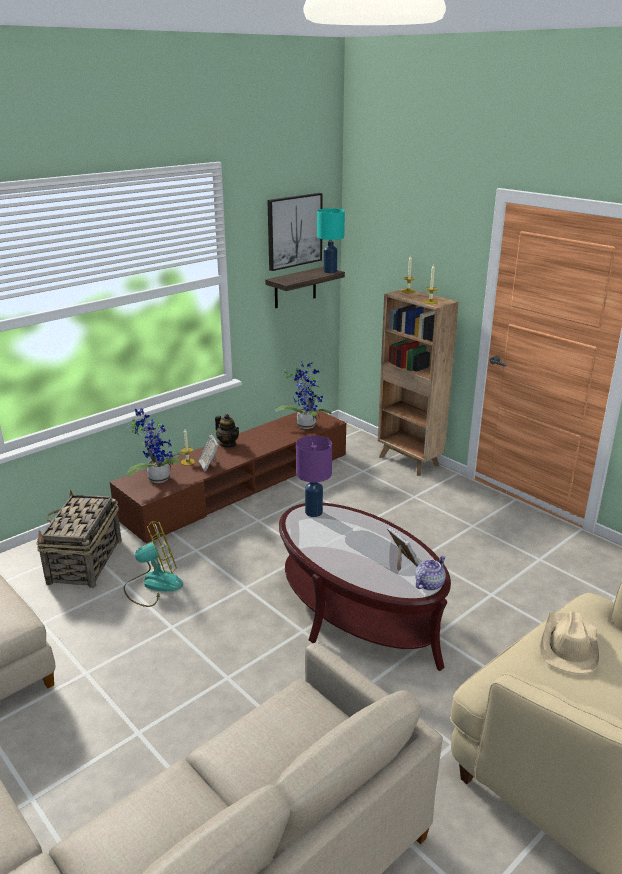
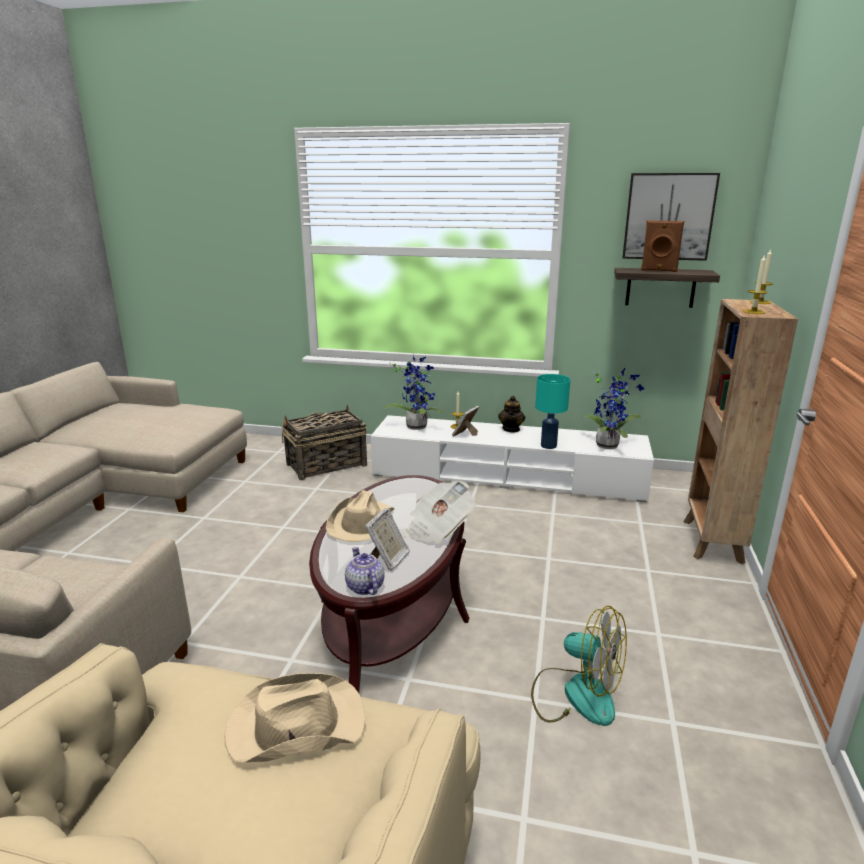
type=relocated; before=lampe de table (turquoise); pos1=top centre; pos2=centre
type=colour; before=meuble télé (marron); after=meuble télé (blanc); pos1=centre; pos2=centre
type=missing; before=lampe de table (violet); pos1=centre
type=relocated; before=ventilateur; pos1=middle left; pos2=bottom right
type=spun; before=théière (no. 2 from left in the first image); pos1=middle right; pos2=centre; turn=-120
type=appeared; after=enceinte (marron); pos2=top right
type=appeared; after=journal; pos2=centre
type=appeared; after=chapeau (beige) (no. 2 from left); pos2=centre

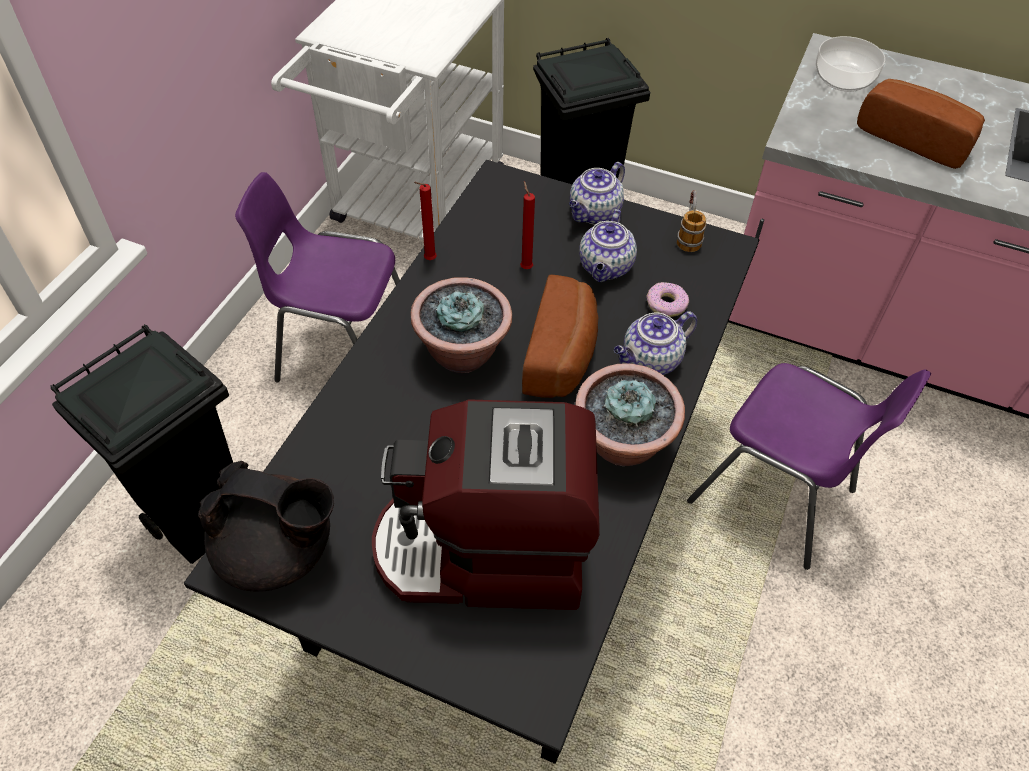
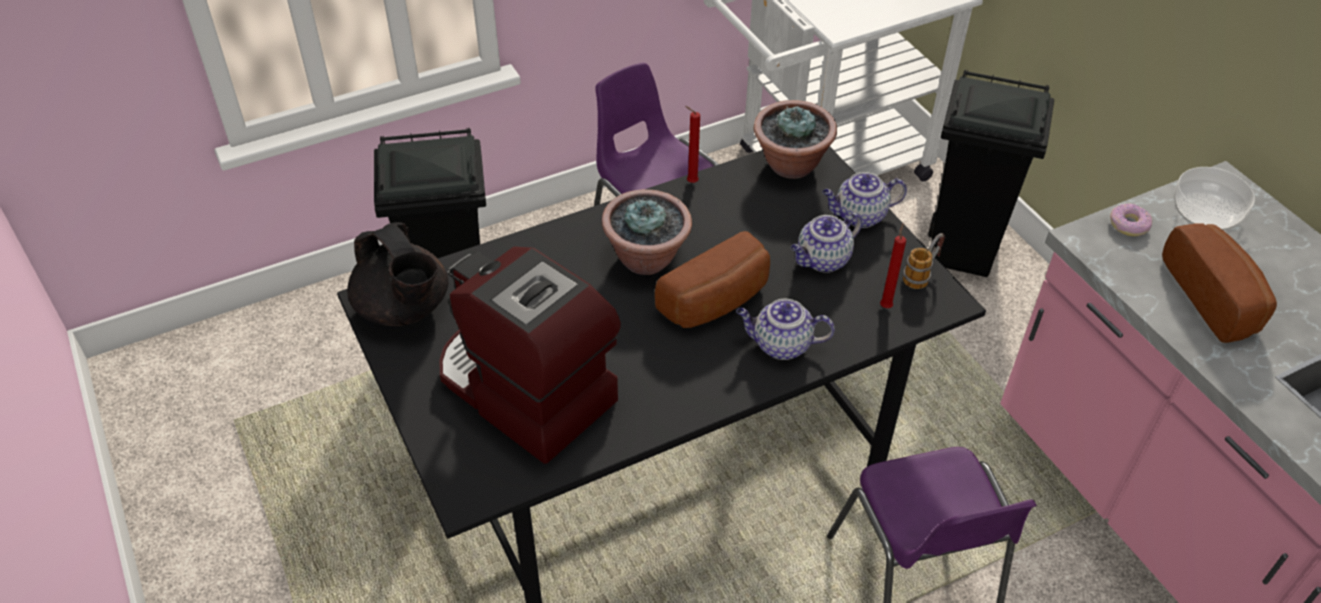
type=relocated; before=bougie (rouge) (no. 2 from left); pos1=top centre; pos2=middle right
type=relocated; before=beignet; pos1=centre; pos2=middle right
type=relocated; before=plante en pot (no. 2 from left); pos1=centre; pos2=top centre

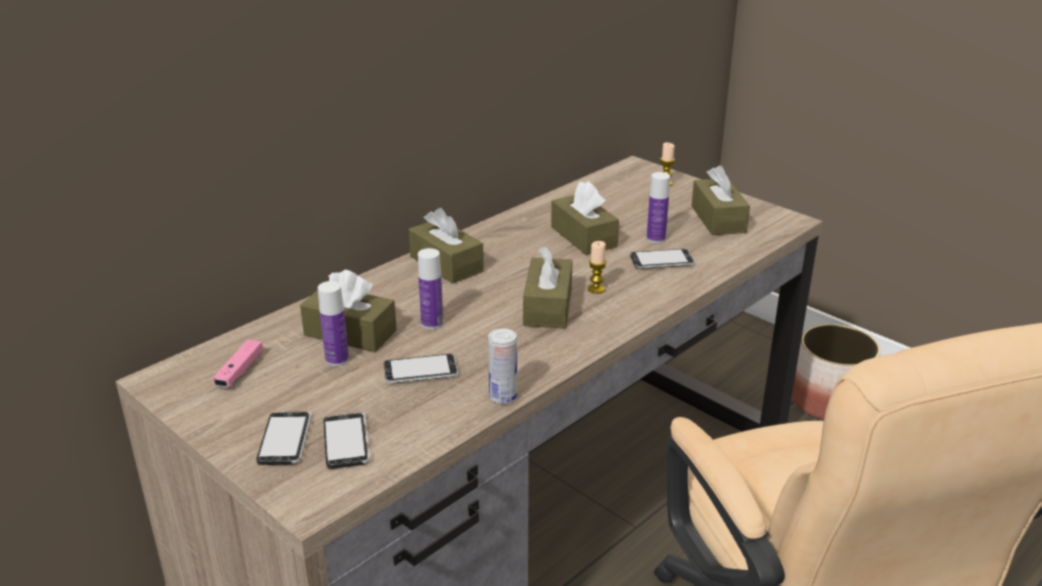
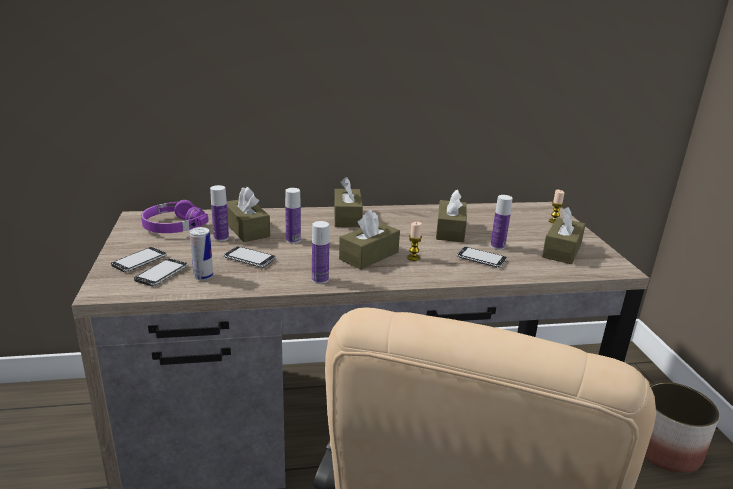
type=relocated; before=boîte métallique; pos1=centre; pos2=middle left
type=exchanged; before=manette (rose); after=casque audio (violet); pos1=middle left; pos2=middle left
type=appeared; after=bouteille (no. 3 from left); pos2=centre

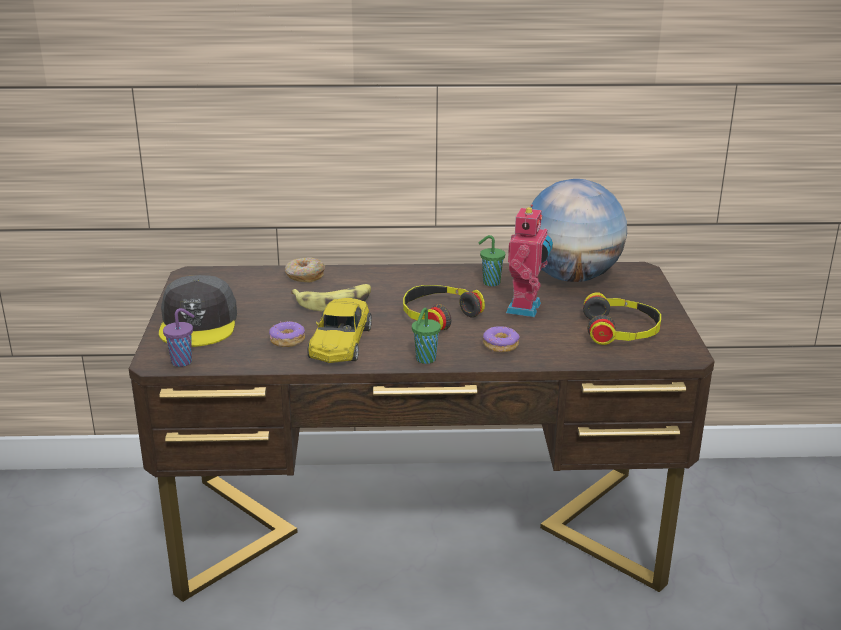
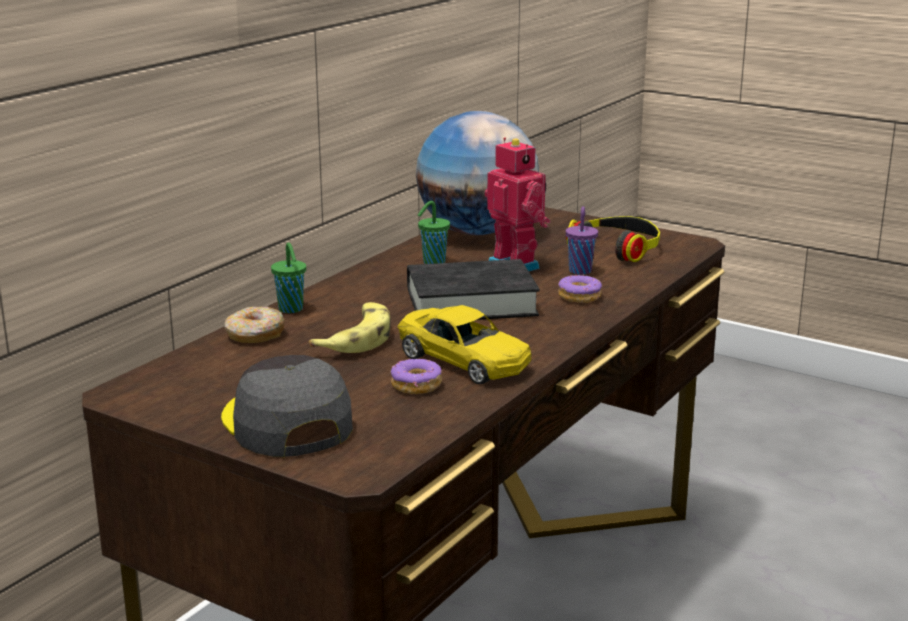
type=spun; before=casquette (gris); pos1=middle left; pos2=middle left; turn=-150
type=exchanged; before=casque audio (no. 1 from left); after=livre (noir); pos1=centre; pos2=centre
type=relocated; before=tasse (violet); pos1=middle left; pos2=centre
type=relocated; before=tasse (vert) (no. 1 from left); pos1=centre; pos2=middle left

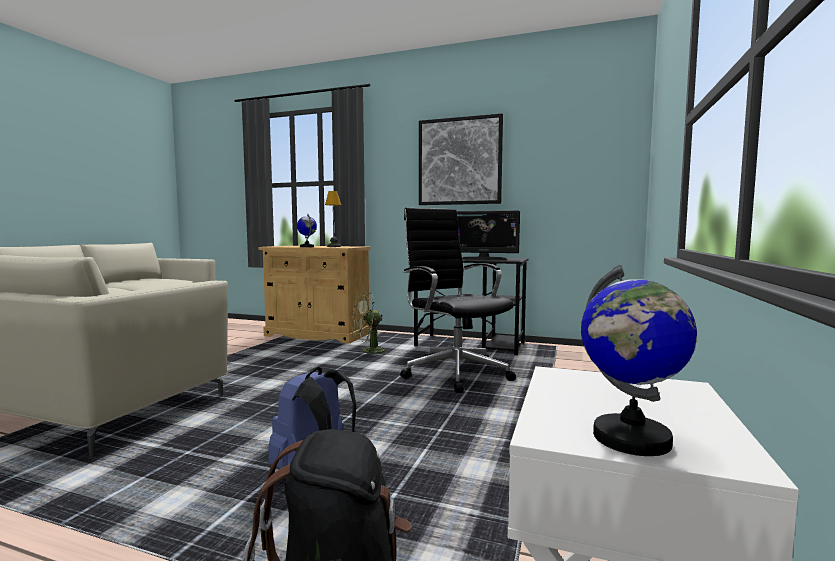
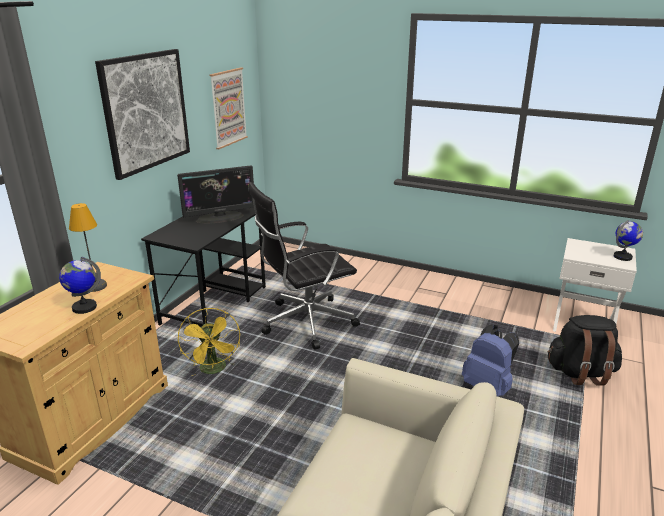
type=spun; before=écran d'ordinateur; pos1=centre; pos2=middle left; turn=45
type=colour; before=ventilateur (vert); after=ventilateur (jaune); pos1=centre; pos2=middle left
type=appeared; after=tableau (no. 2 from left); pos2=top centre

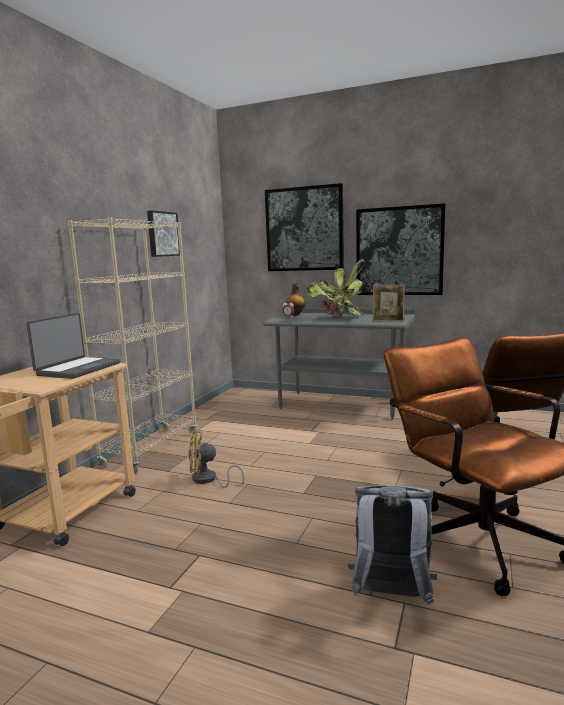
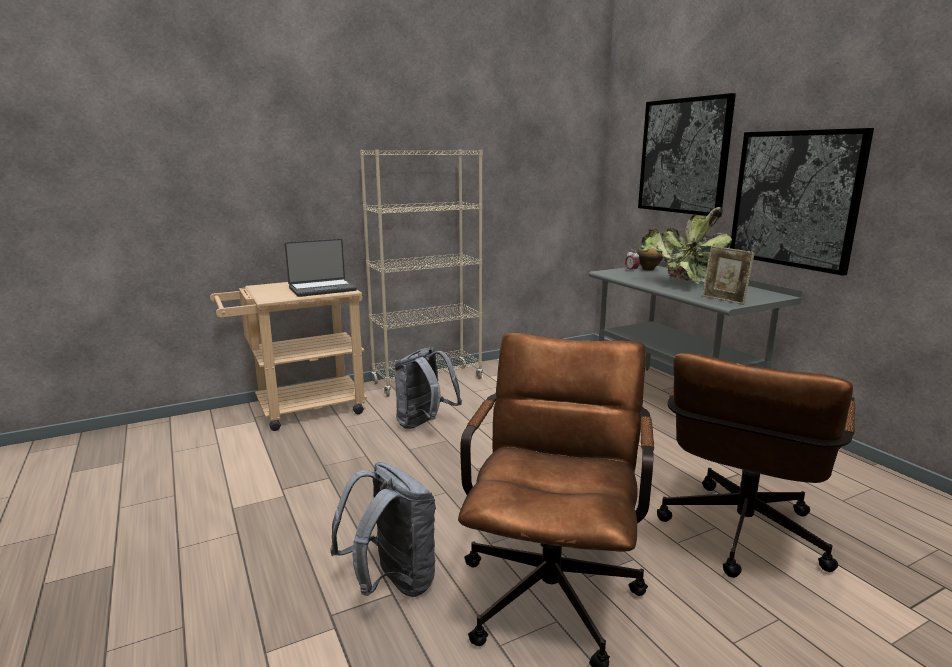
type=missing; before=tableau (no. 1 from left); pos1=top left
type=exchanged; before=ventilateur (jaune); after=sac à dos (gris) (no. 2 from left); pos1=centre; pos2=centre

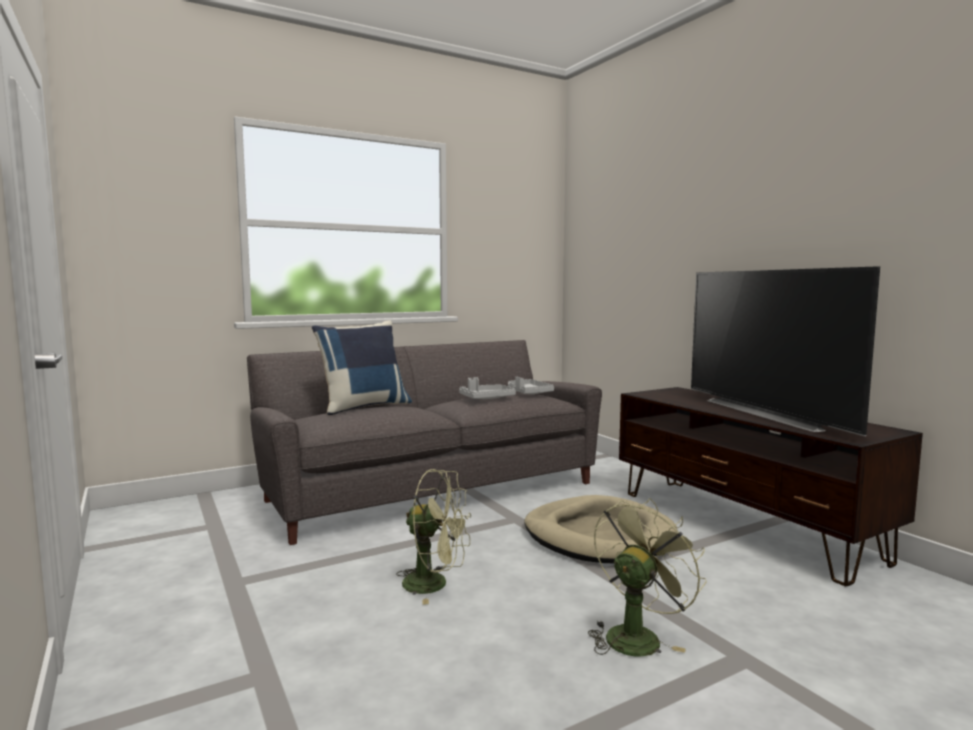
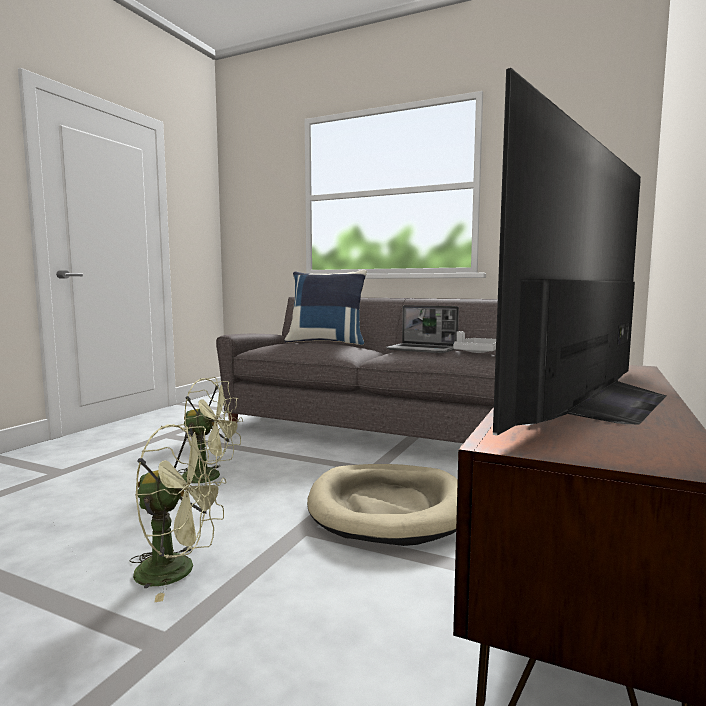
type=exchanged; before=plateau (gris) (no. 1 from left); after=ordinateur portable; pos1=centre; pos2=centre
type=spun; before=ventilateur (vert) (no. 1 from left in the first image); pos1=bottom centre; pos2=middle left; turn=-60

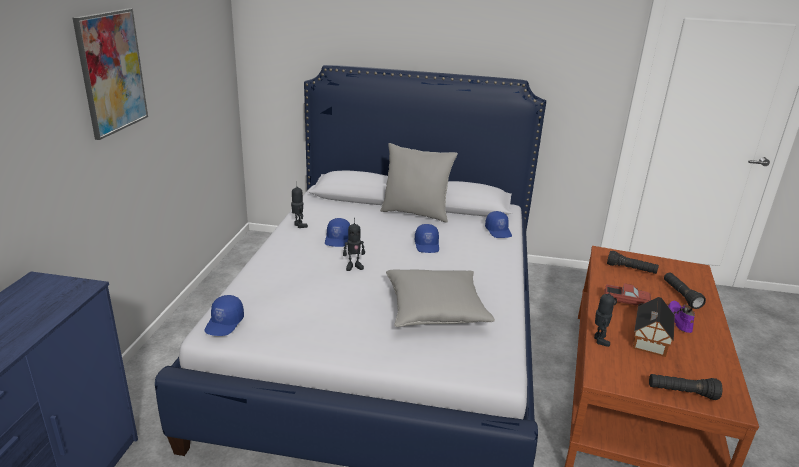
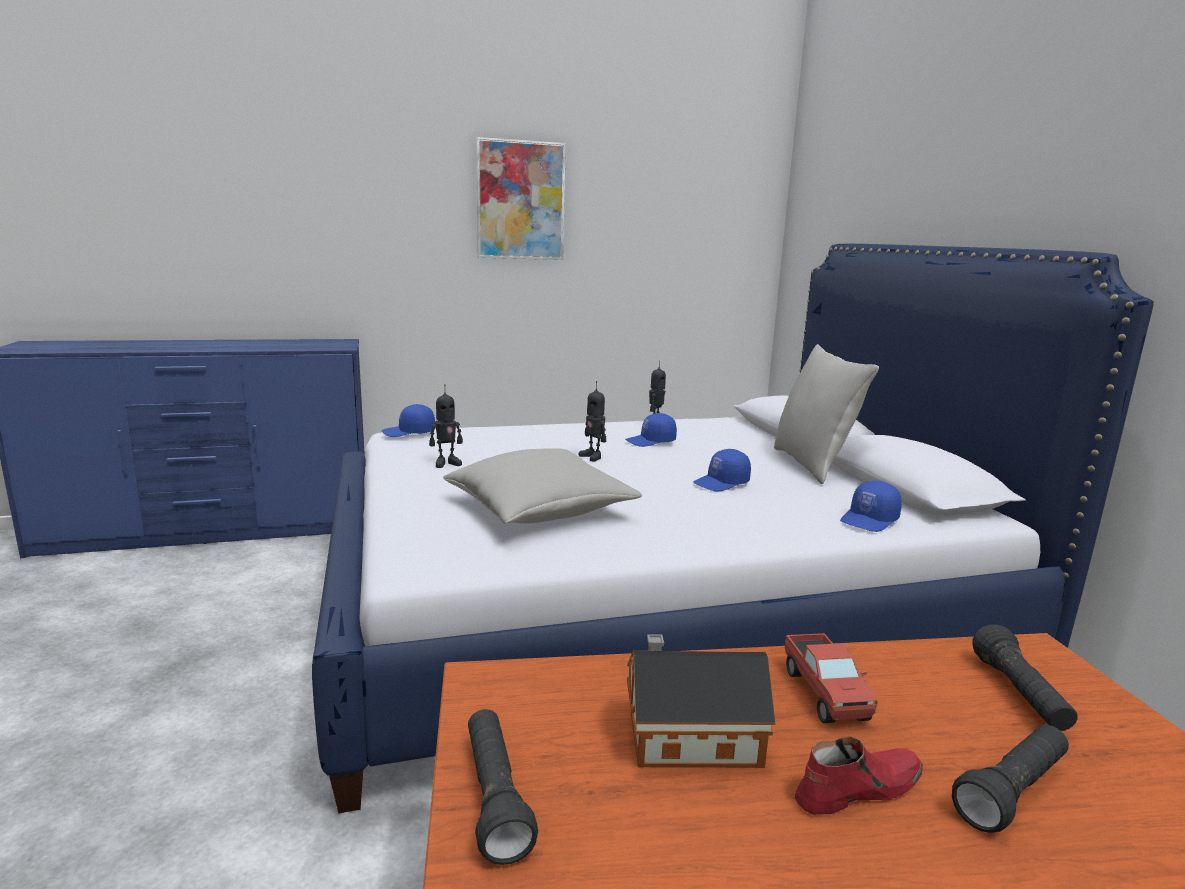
type=relocated; before=robot jouet (no. 3 from left in the first image); after=robot jouet (no. 1 from left); pos1=bottom right; pos2=centre
type=colour; before=chaussure (violet); after=chaussure (rouge); pos1=bottom right; pos2=bottom right

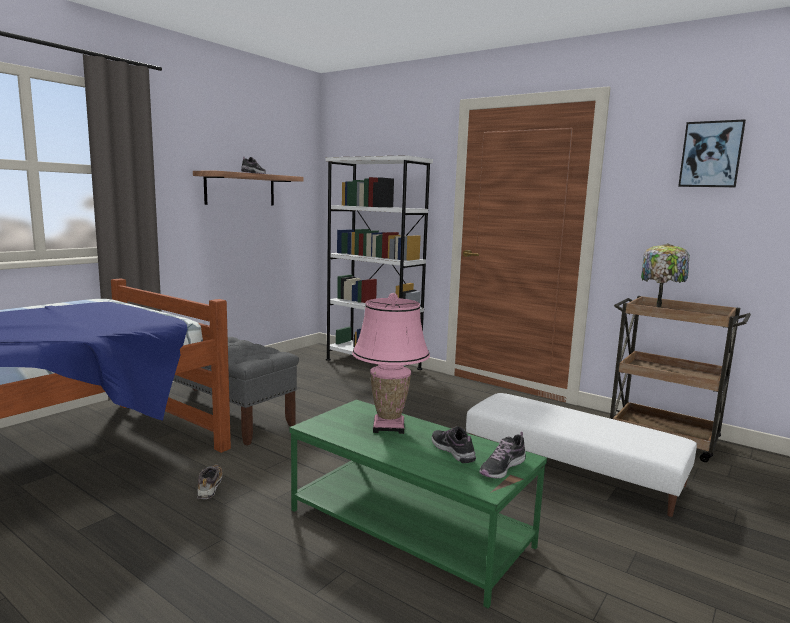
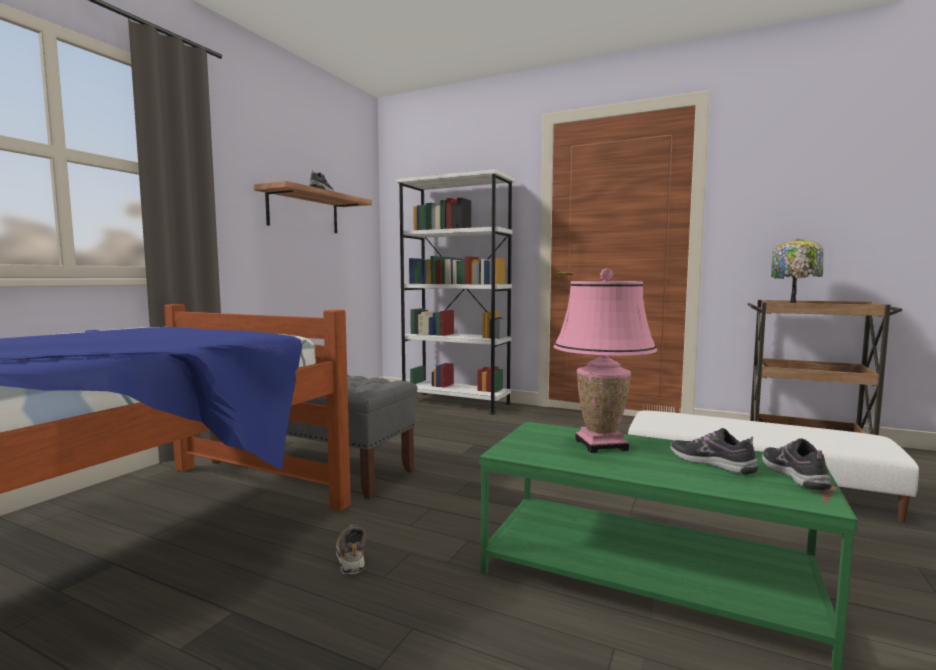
type=missing; before=tableau; pos1=top right
type=spun; before=chaussure (no. 4 from left); pos1=bottom centre; pos2=bottom right; turn=150

